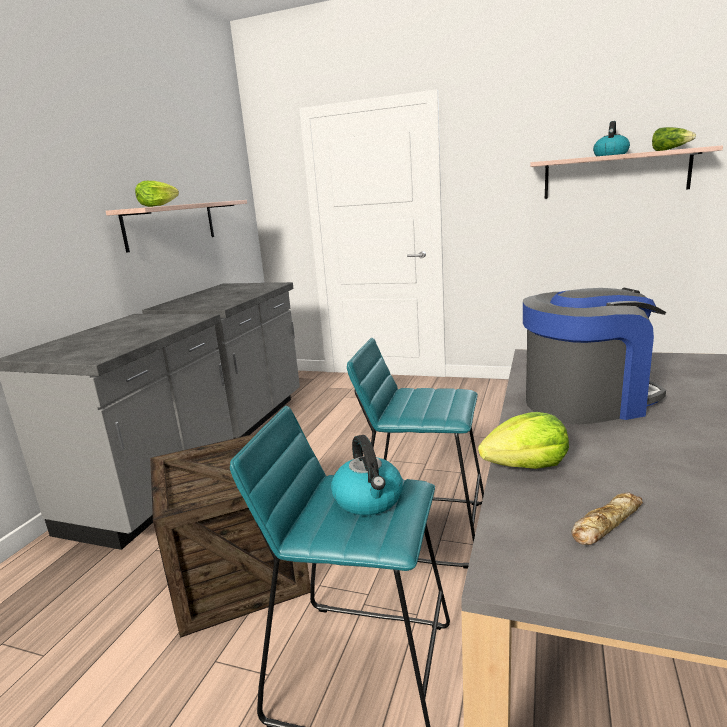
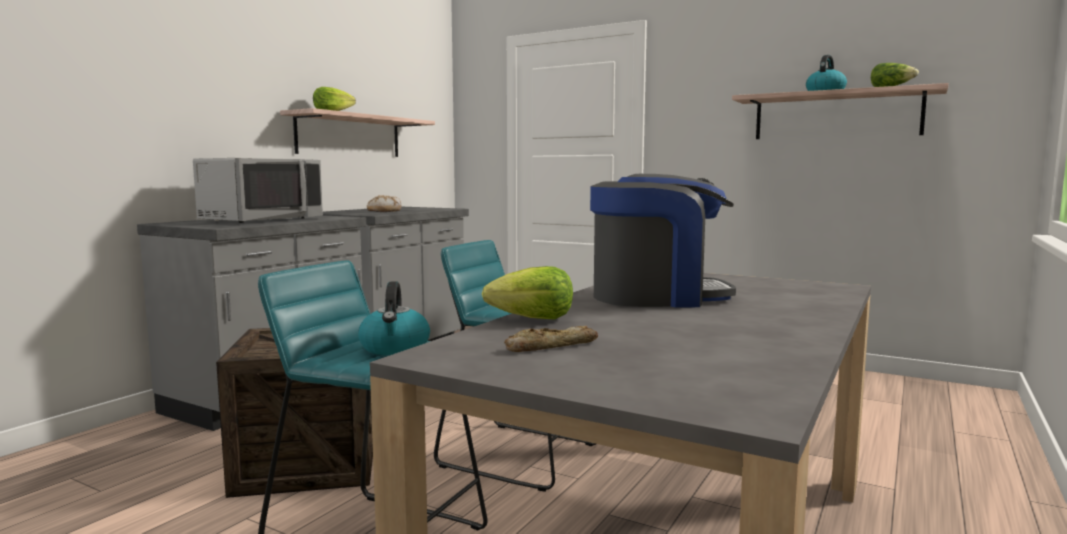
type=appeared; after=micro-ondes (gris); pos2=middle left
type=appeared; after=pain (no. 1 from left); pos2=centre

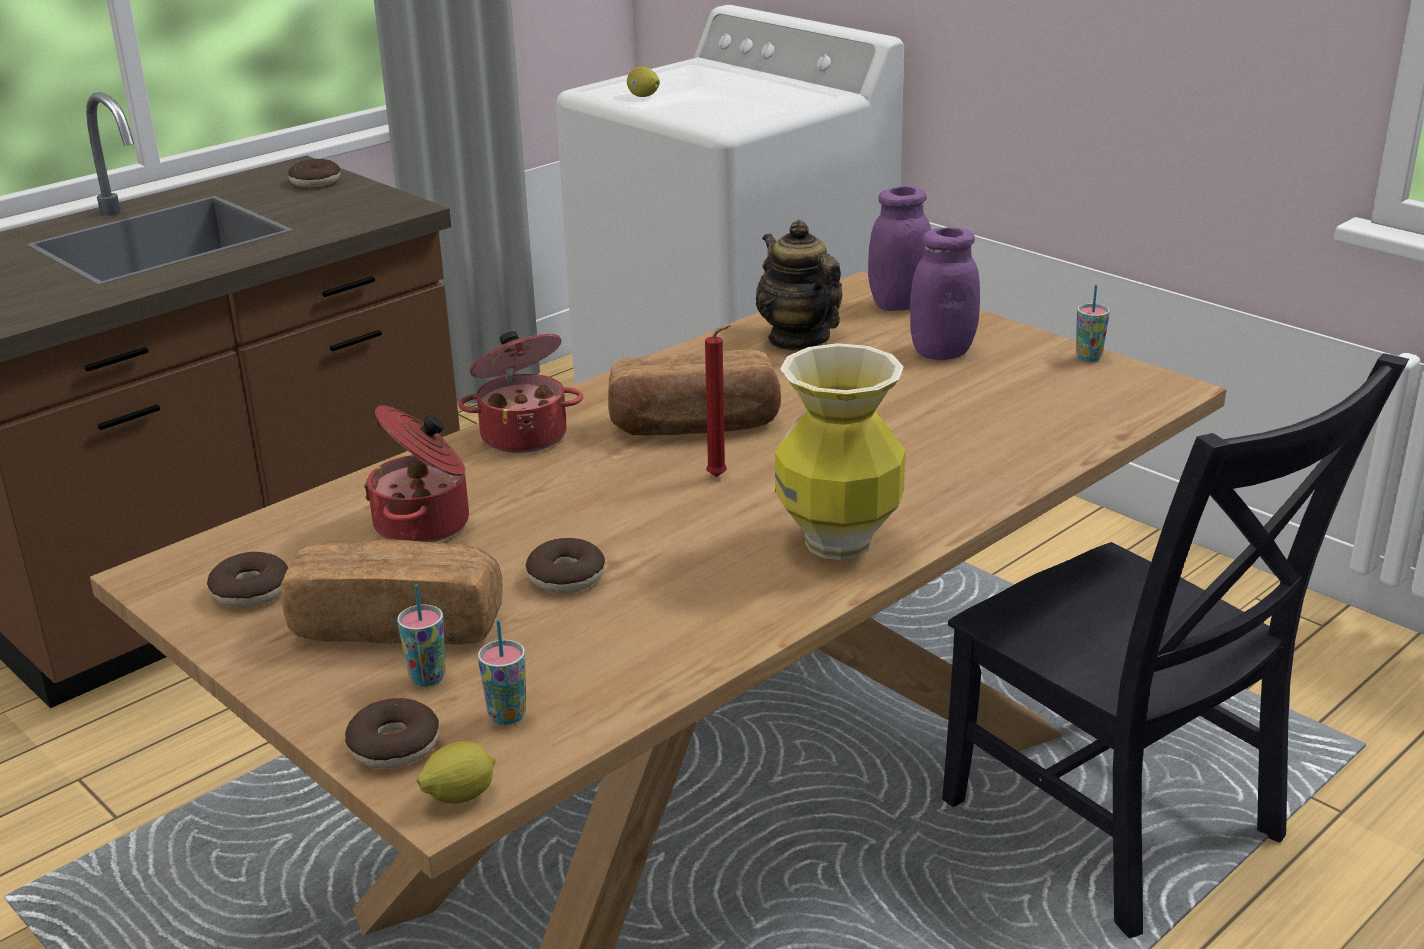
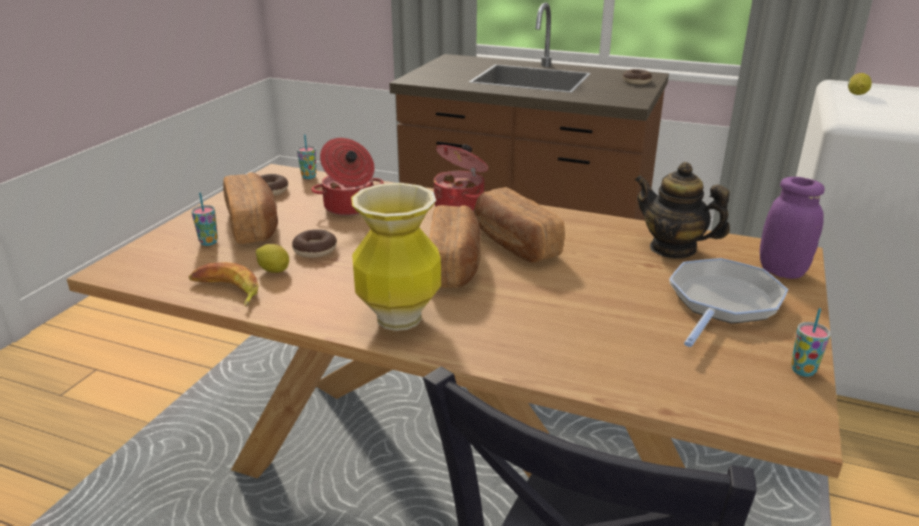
type=spun; before=théière; pos1=top centre; pos2=middle right; turn=-90
type=exchanged; before=bocal (violet) (no. 2 from left); after=poêle; pos1=top centre; pos2=middle right
type=exchanged; before=bougie (rouge); after=pain (no. 2 from left); pos1=centre; pos2=centre
type=relocated; before=tasse (no. 2 from left); pos1=bottom centre; pos2=top left
type=missing; before=beignet (no. 3 from left); pos1=bottom left
type=relocated; before=citron (no. 1 from left); pos1=bottom left; pos2=middle left
type=appeared; after=banane; pos2=middle left

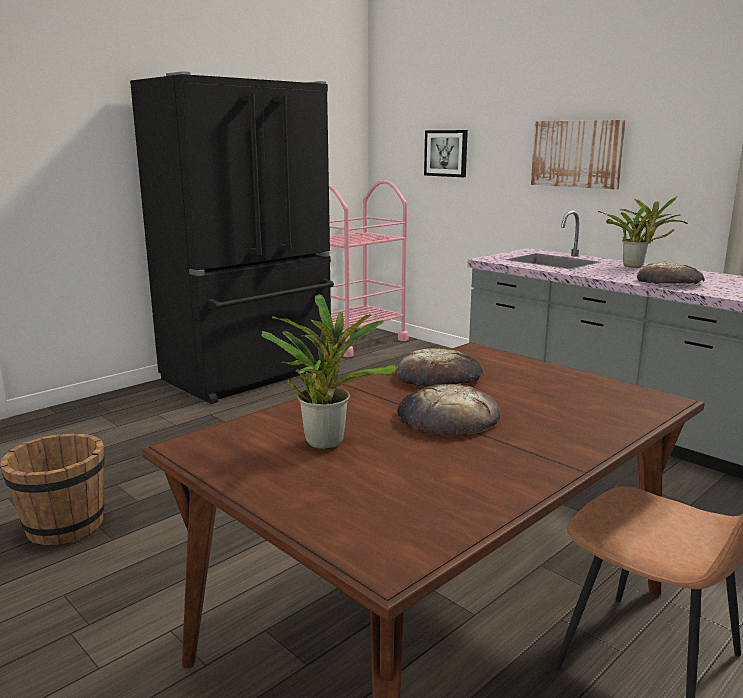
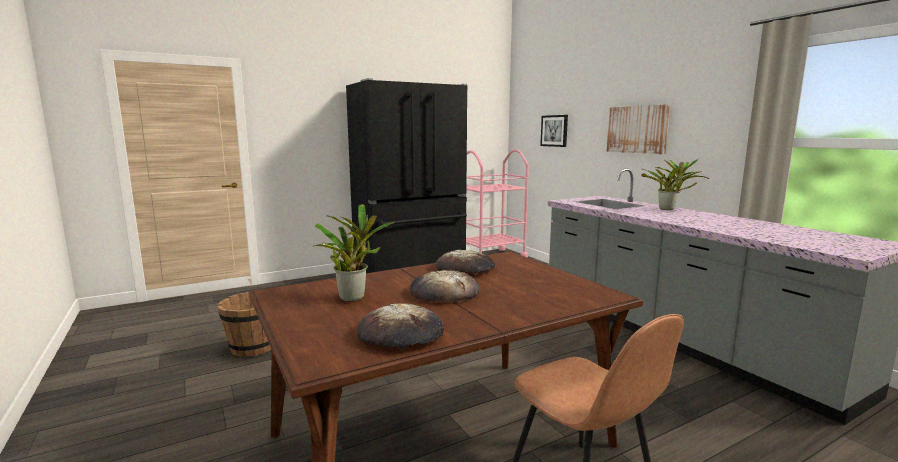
type=relocated; before=pain (no. 3 from left in the first image); after=pain (no. 1 from left); pos1=middle right; pos2=bottom centre

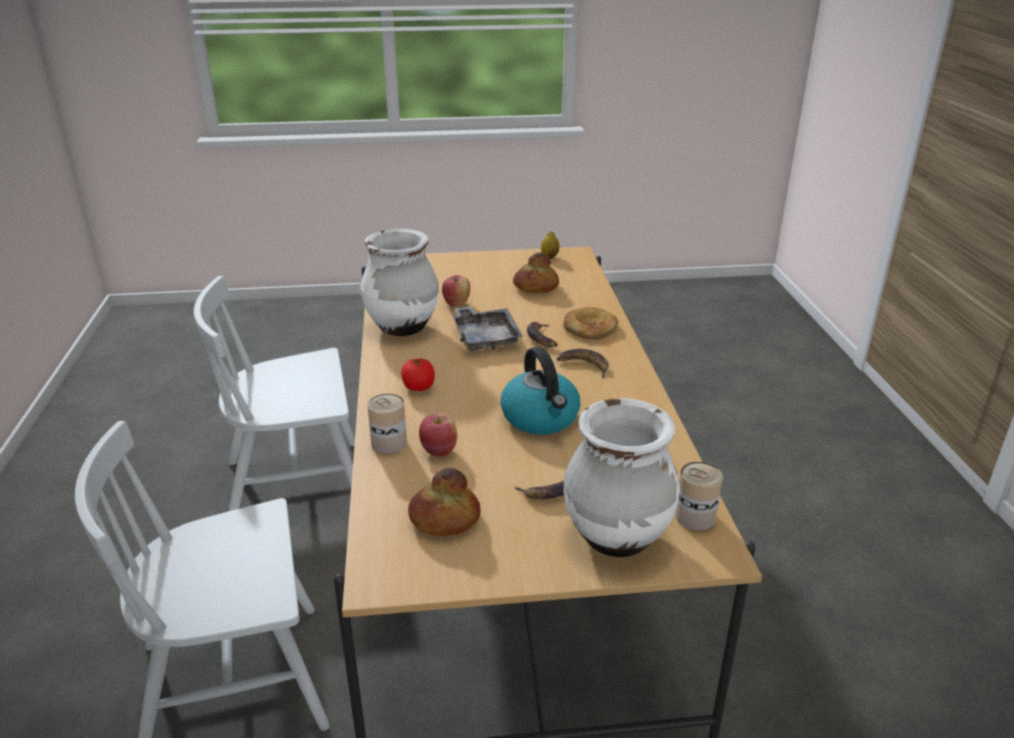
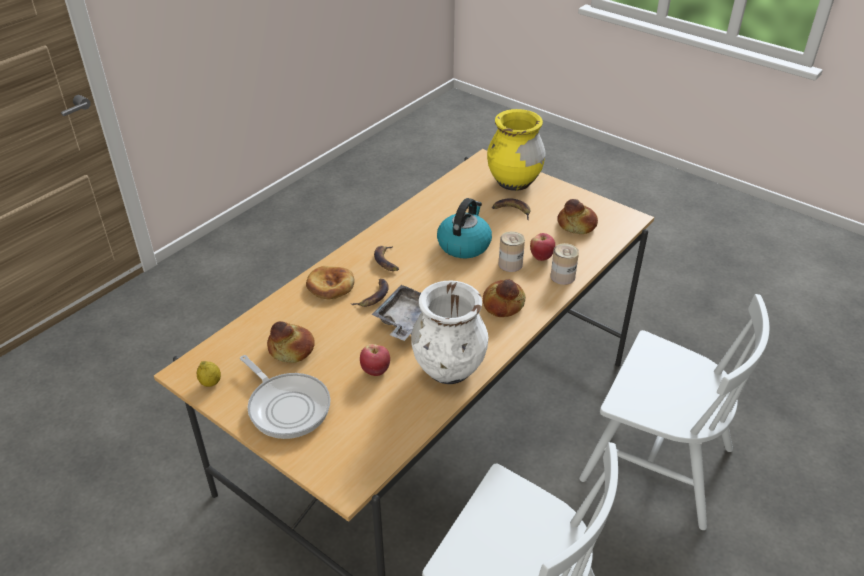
type=exchanged; before=tomate; after=pain (no. 3 from left); pos1=centre; pos2=centre
type=colour; before=vase (blanc) (no. 2 from left); after=vase (jaune); pos1=centre; pos2=top centre
type=relocated; before=boîte métallique (no. 2 from left in the first image); after=boîte métallique (no. 1 from left); pos1=bottom right; pos2=centre
type=appeared; after=poêle; pos2=bottom left

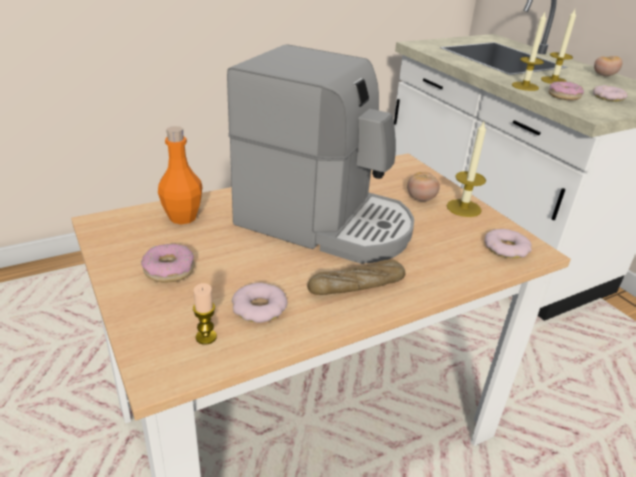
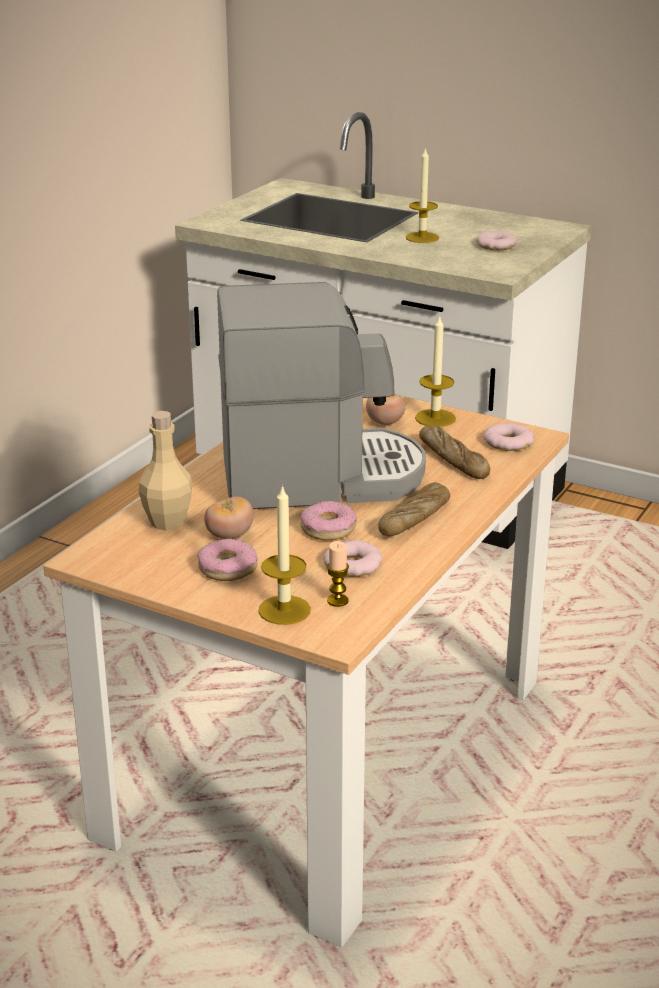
type=relocated; before=bougie (no. 3 from left in the first image); after=bougie (no. 1 from left); pos1=top right; pos2=centre
type=relocated; before=tomate (no. 2 from left in the first image); after=tomate (no. 1 from left); pos1=top right; pos2=centre
type=relocated; before=beignet (no. 4 from left in the first image); after=beignet (no. 2 from left); pos1=top right; pos2=centre
type=colour; before=bouteille (orange); after=bouteille (beige); pos1=middle left; pos2=middle left
type=appeared; after=pain (no. 2 from left); pos2=middle right

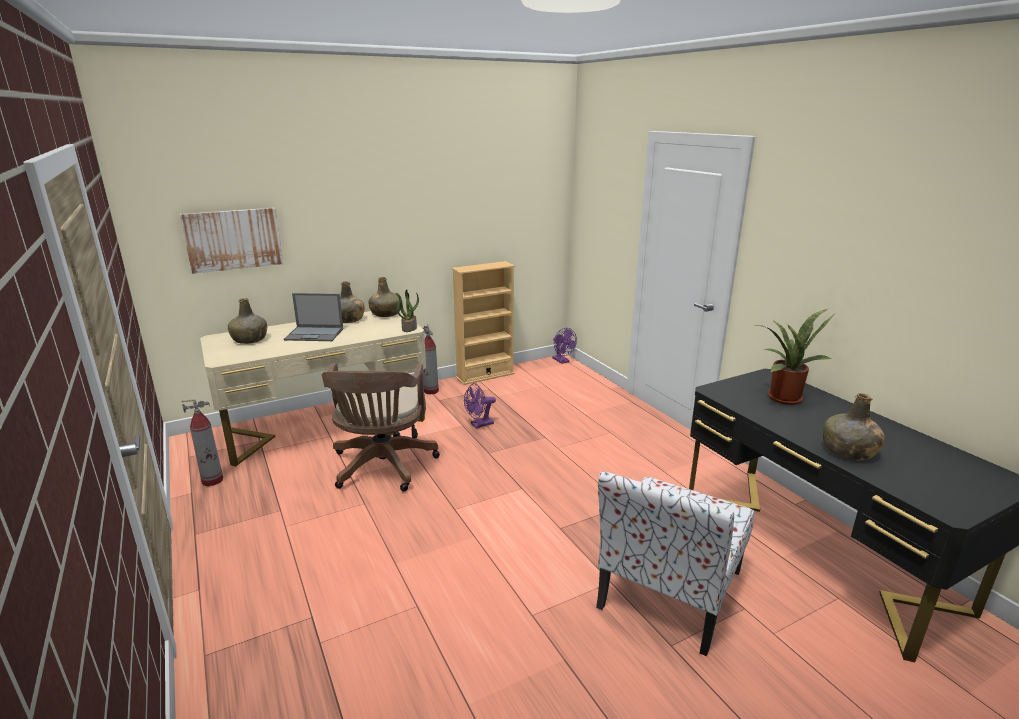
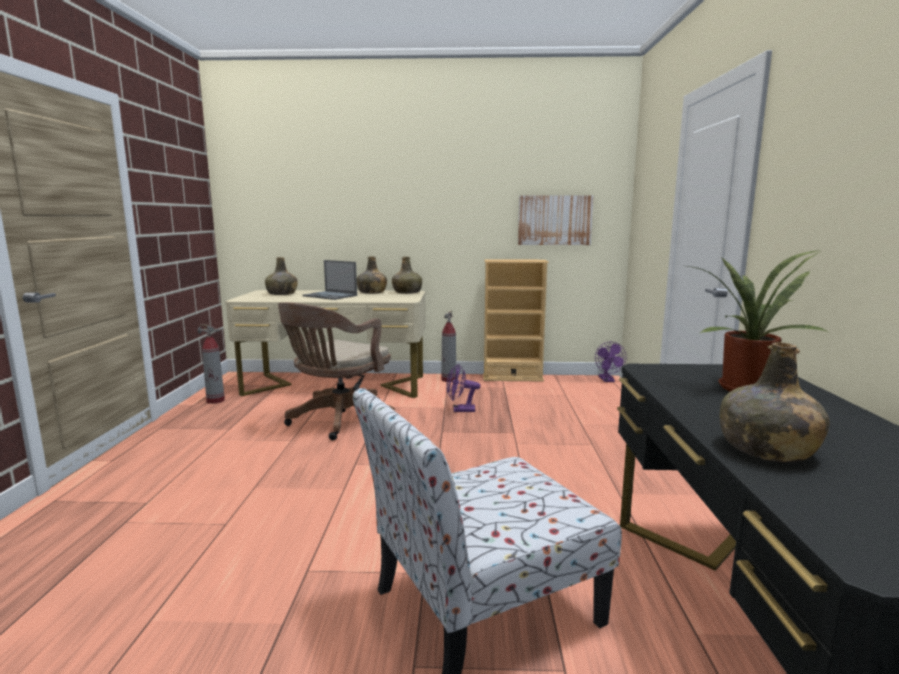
type=relocated; before=tableau; pos1=middle left; pos2=top centre
type=missing; before=plante en pot (no. 1 from left); pos1=centre

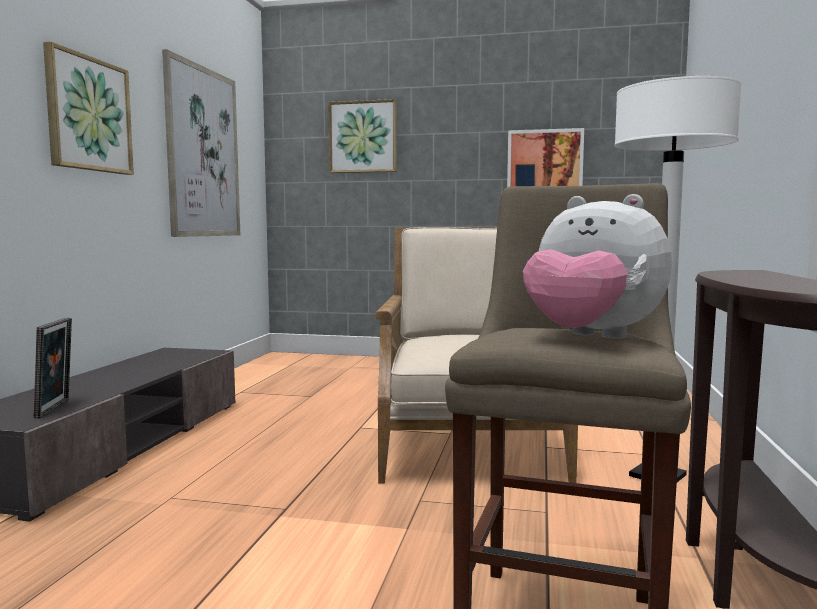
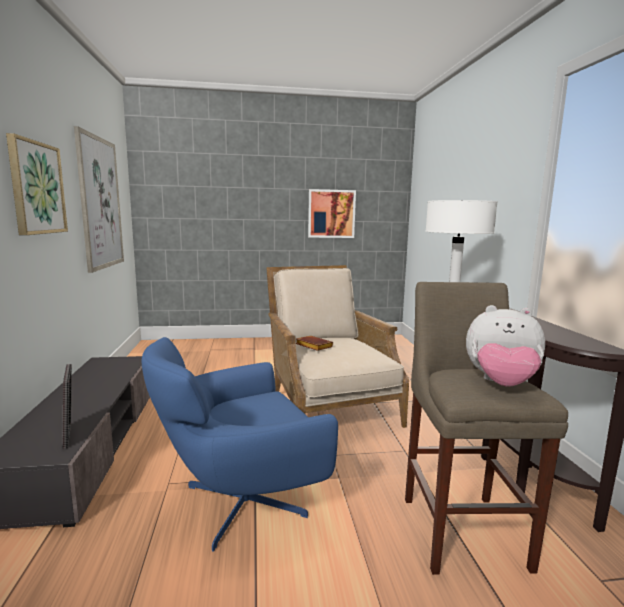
type=missing; before=tableau (no. 3 from left); pos1=top centre
type=appeared; after=livre (marron); pos2=centre
type=appeared; after=fauteuil (bleu); pos2=bottom centre

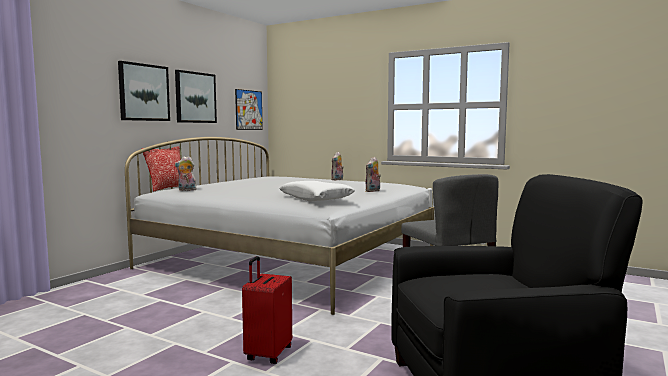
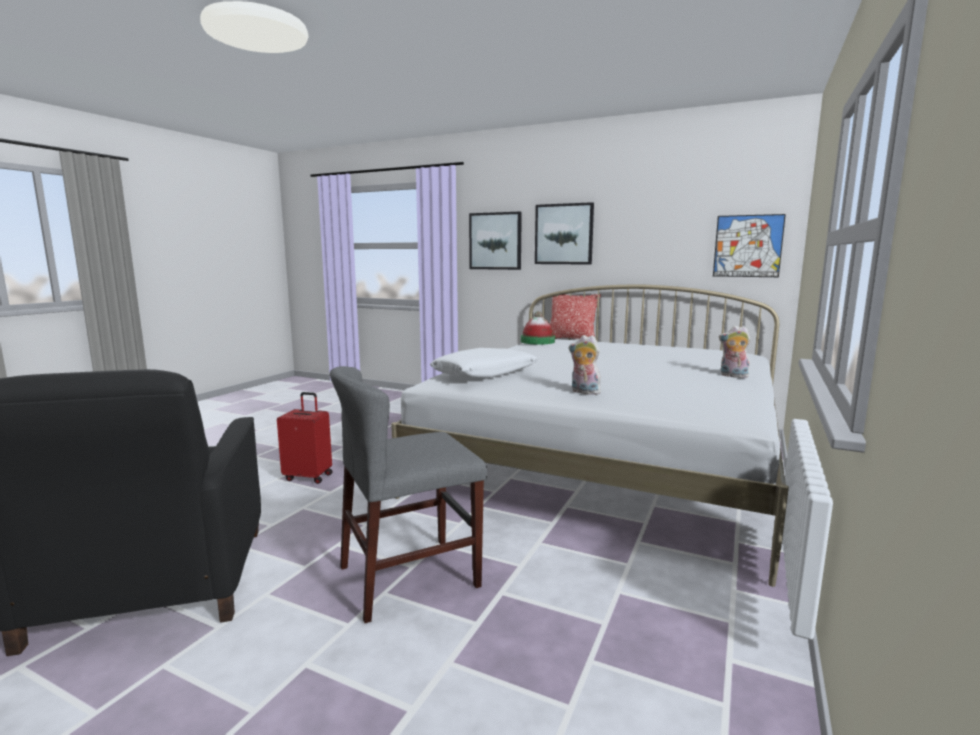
type=relocated; before=tableau (no. 2 from left in the first image); after=tableau (no. 1 from left); pos1=top left; pos2=top centre
type=exchanged; before=peluche (no. 1 from left); after=chapeau; pos1=middle left; pos2=centre

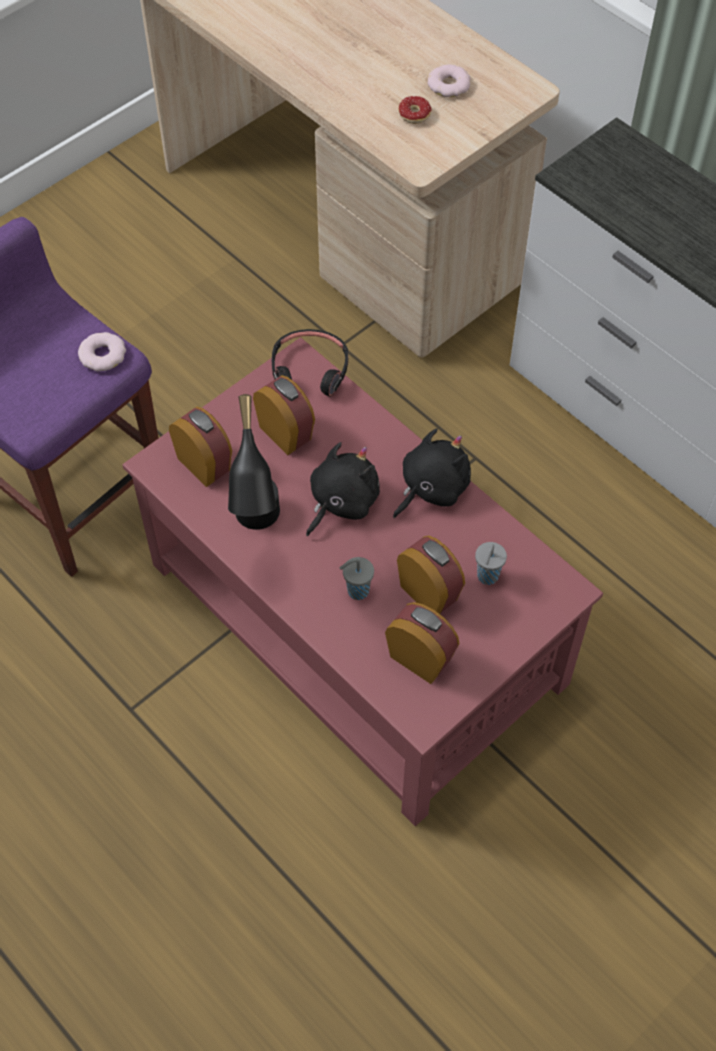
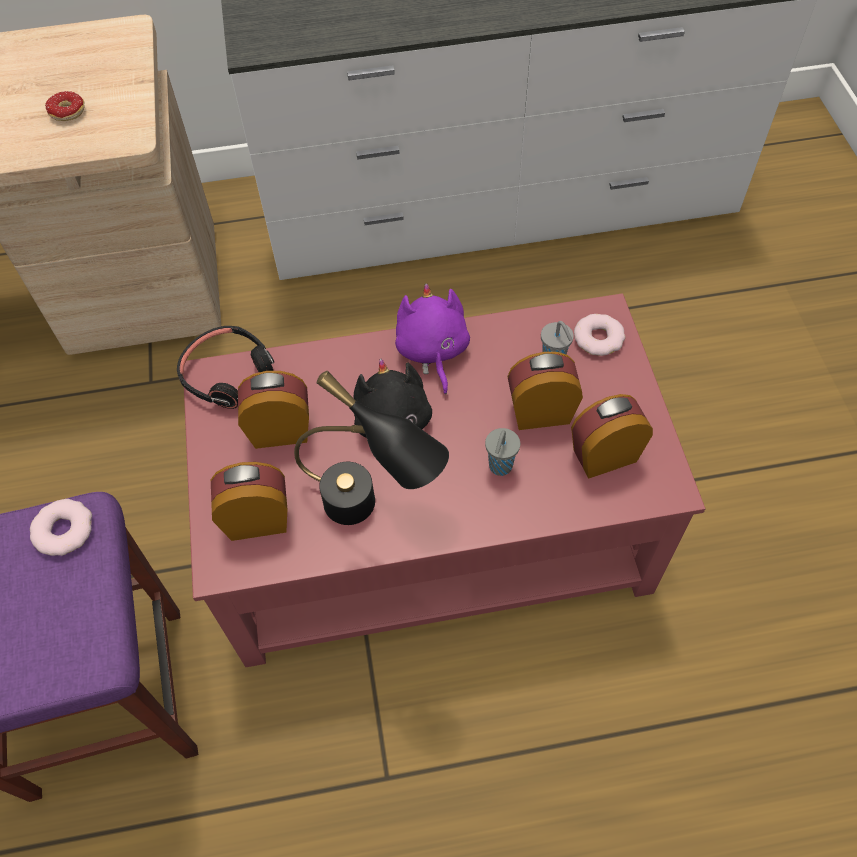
type=relocated; before=beignet (no. 3 from left); pos1=top centre; pos2=middle right
type=colour; before=peluche (noir) (no. 2 from left); after=peluche (violet); pos1=centre; pos2=centre

